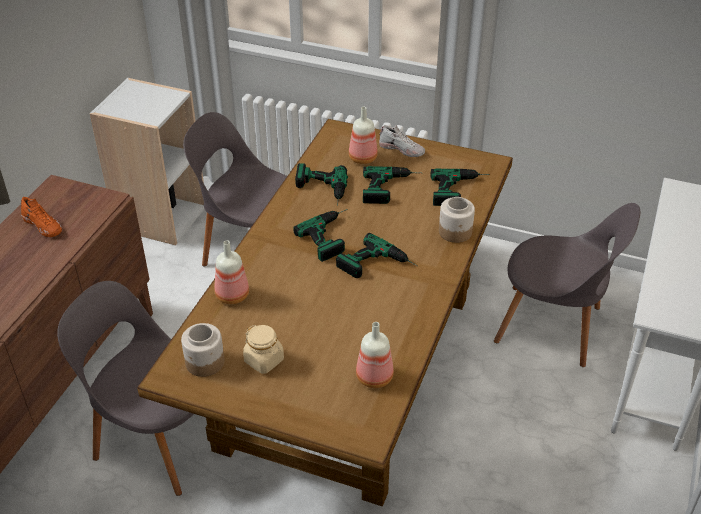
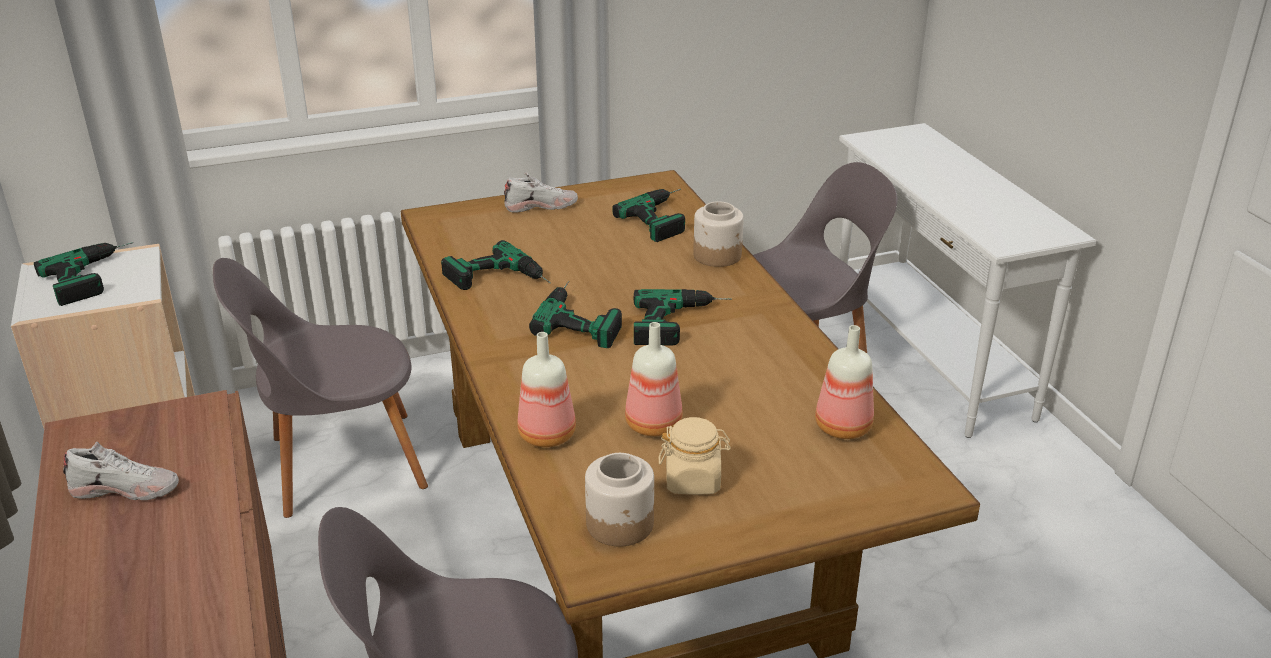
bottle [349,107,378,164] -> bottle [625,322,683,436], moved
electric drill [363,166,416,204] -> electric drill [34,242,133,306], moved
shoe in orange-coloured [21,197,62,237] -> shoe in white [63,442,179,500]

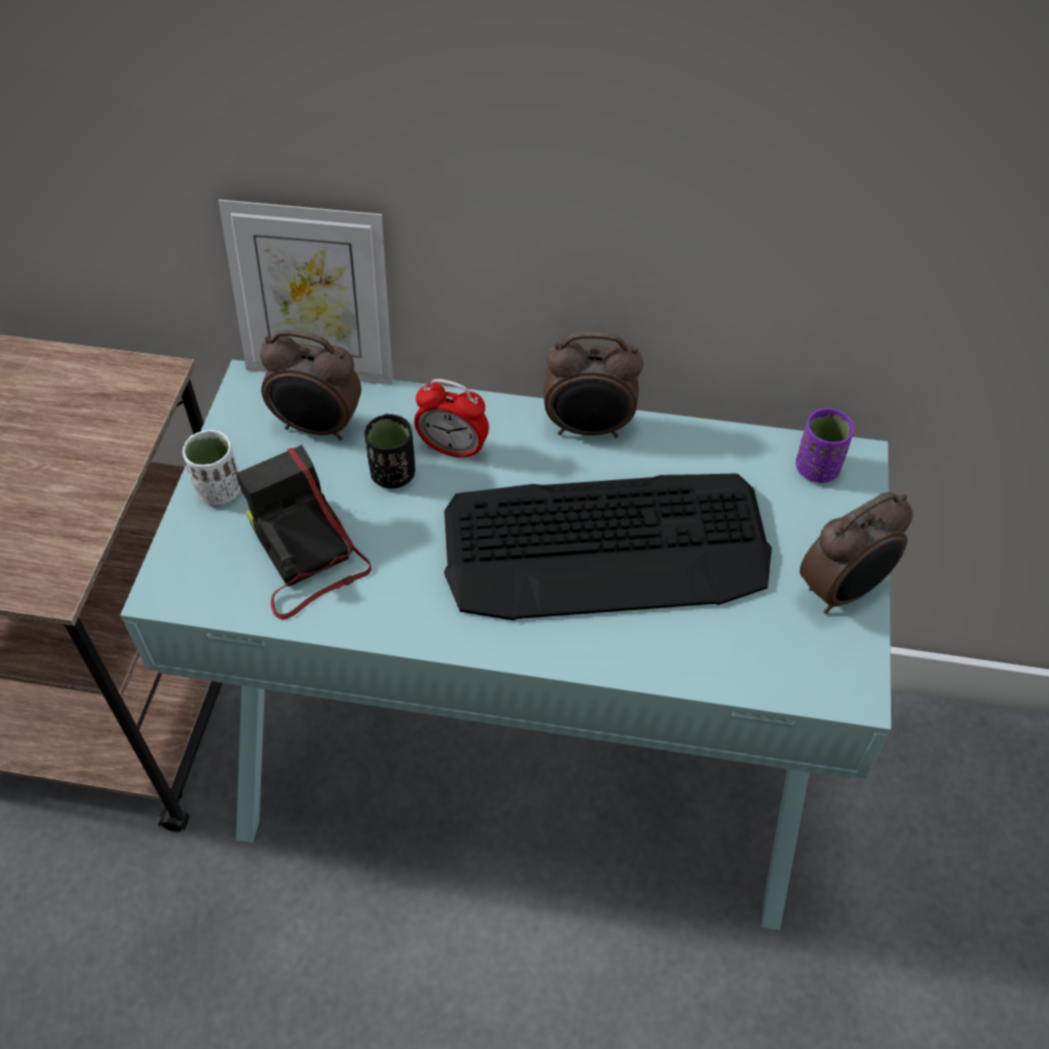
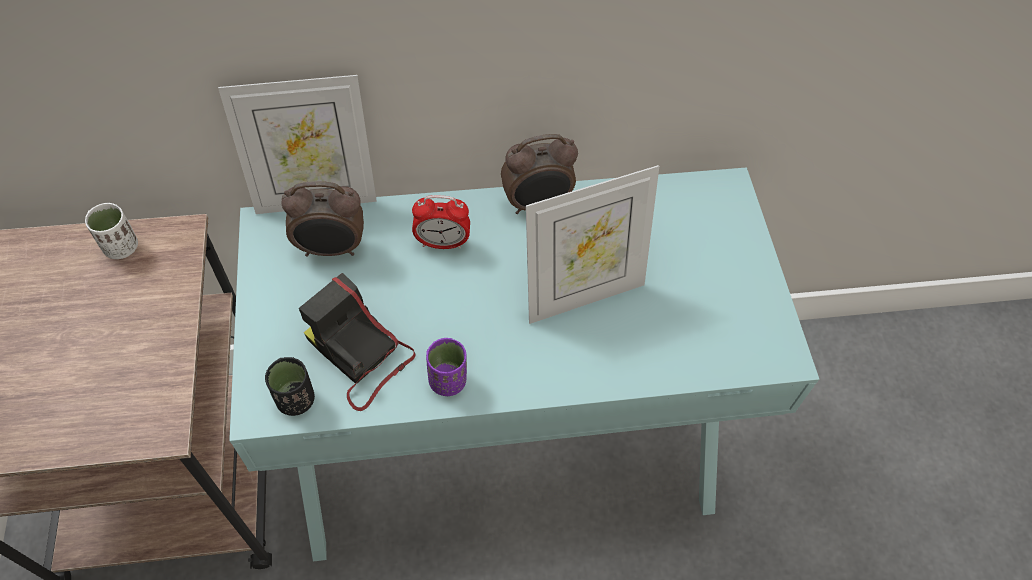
cup in purple-coloured [796,408,854,483] -> cup in purple-coloured [426,338,467,396], moved
cup in black-coloured [364,414,415,489] -> cup in black-coloured [265,357,315,416], moved
cup in white [183,429,241,505] -> cup in white [85,203,138,259], moved
PC keyboard [444,474,772,621] -> photo frame [526,165,659,324]
bedside clock [800,492,913,614] -> none

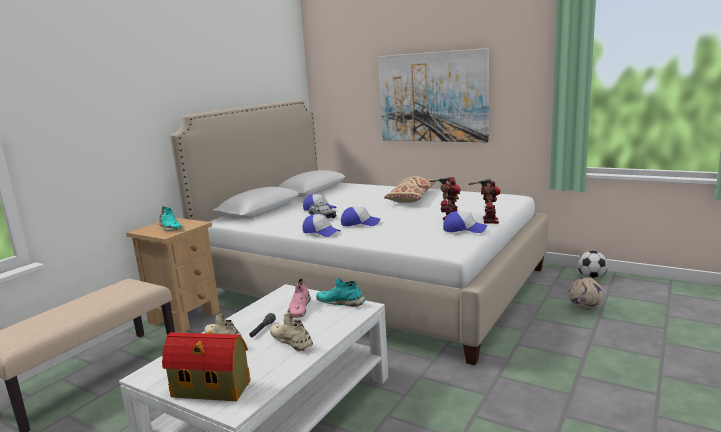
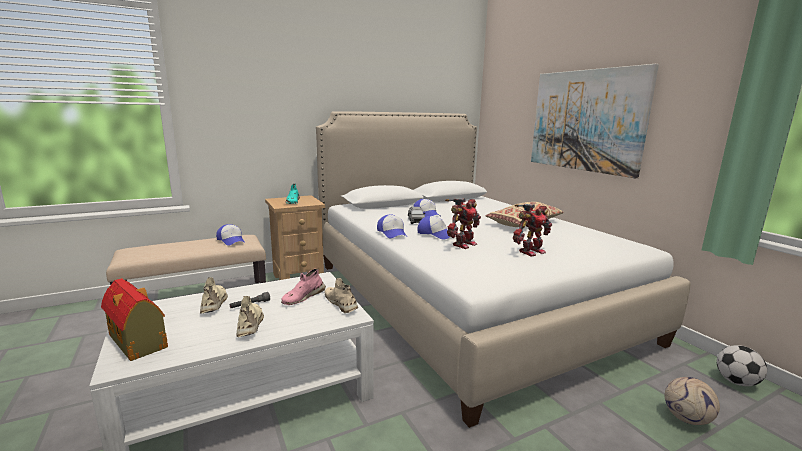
robot figure [469,178,500,224] -> robot figure [445,198,481,249], moved
peaked cap [443,211,487,233] -> peaked cap [216,224,245,246], moved
shoe in turquoise-coloured [316,278,366,307] -> shoe in beige-coloured [325,278,358,313]

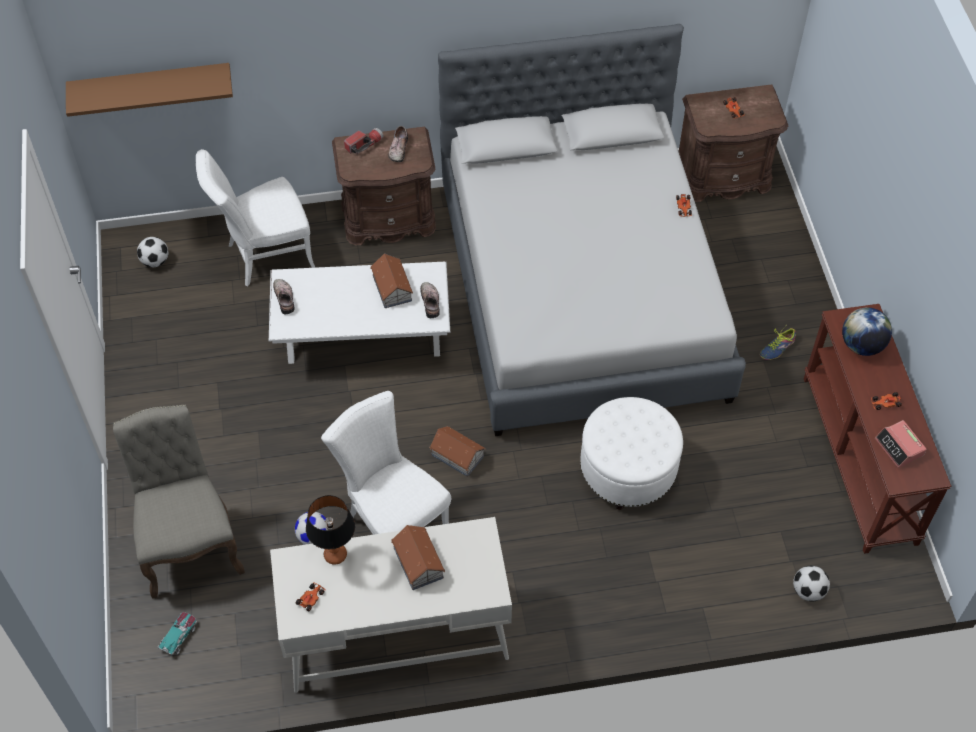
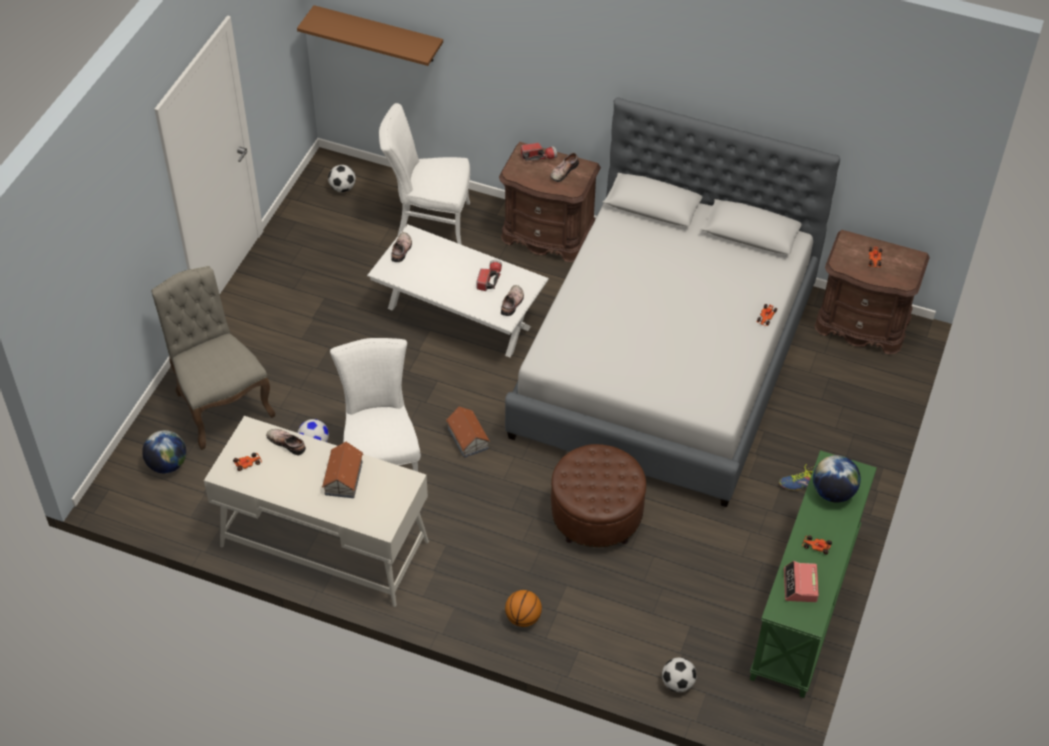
miniature house [370,253,413,308] -> flashlight [476,260,502,291]
narrow table in brown [804,304,951,554] -> narrow table in green [750,450,877,698]
footrest in white [580,397,683,510] -> footrest in brown [551,444,646,547]
upright chair in greyish [113,405,245,599] -> upright chair in greyish [151,266,275,450], 45 degrees counterclockwise
table lamp [306,495,355,565] -> shoe [266,429,306,455]
toy car [157,612,197,655] -> desk globe [142,430,186,473]
none -> basketball ball [505,590,542,627]

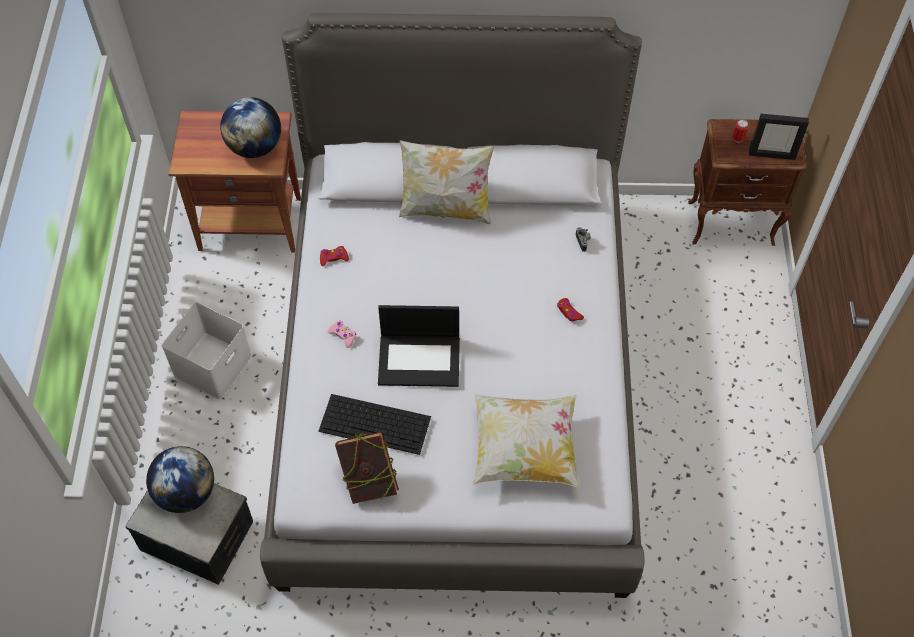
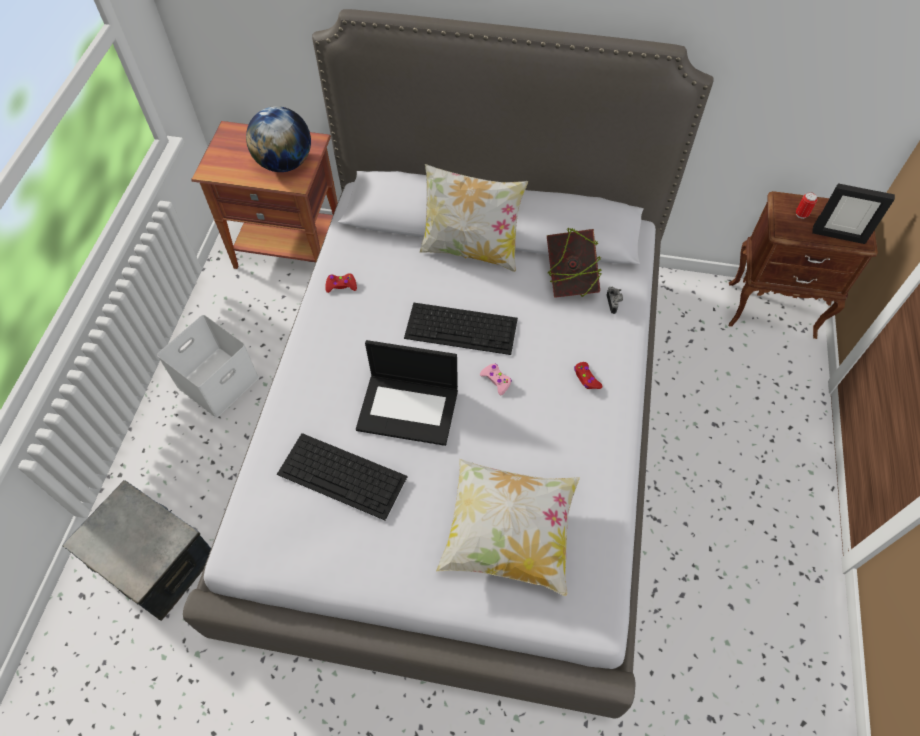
game controller in pinkish [328,321,356,348] -> game controller in pinkish [480,363,512,395], moved
volume [335,431,399,504] -> volume [547,227,602,298], moved
desk globe [146,446,214,513] -> none
none -> PC keyboard [404,303,518,355]

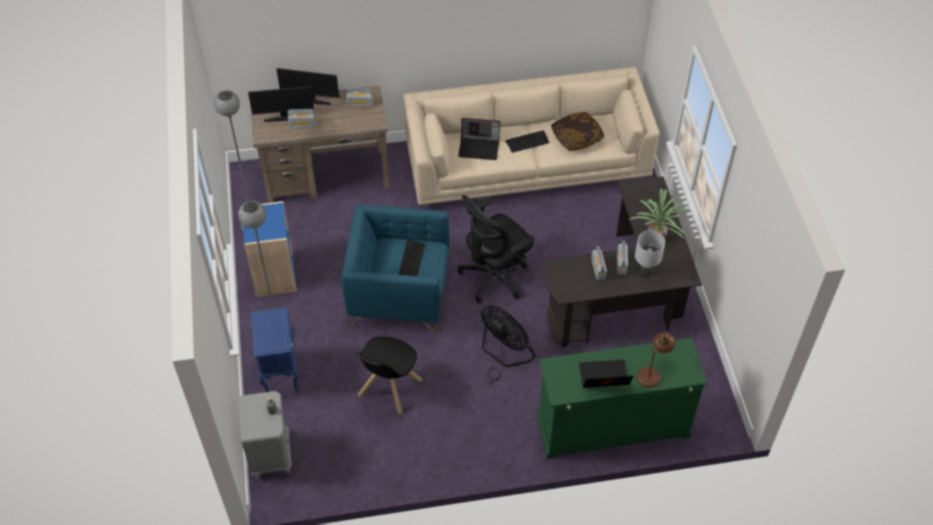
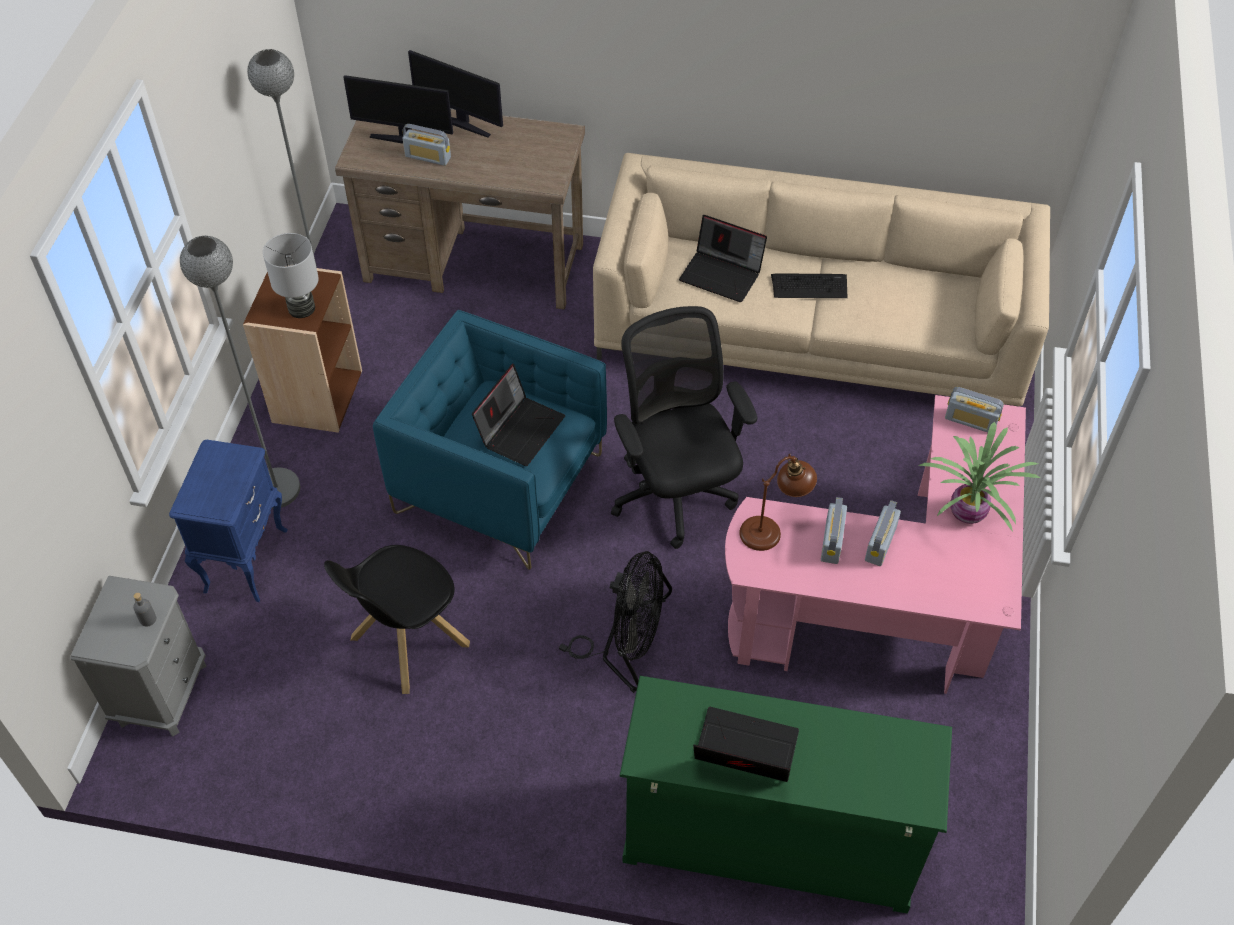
radio set [346,88,373,107] -> radio set [945,387,1004,432], moved
throw pillow [551,112,604,151] -> none
desk table in black-coloured [545,176,702,347] -> desk table in pinkish [725,395,1026,694]
office chair in black-coloured [458,195,535,303] -> office chair in black-coloured [611,306,758,549], 90 degrees clockwise
bookcase in blue [243,201,297,297] -> bookcase in brown [243,265,362,433]
table lamp in greyish [635,230,665,276] -> table lamp in greyish [263,233,319,318], moved
PC keyboard [399,240,425,276] -> portable computer [472,364,565,466]
fan in black-coloured [480,305,535,384] -> fan in black-coloured [558,551,672,693], 45 degrees clockwise
table lamp in brown [637,332,676,388] -> table lamp in brown [739,454,817,551], moved

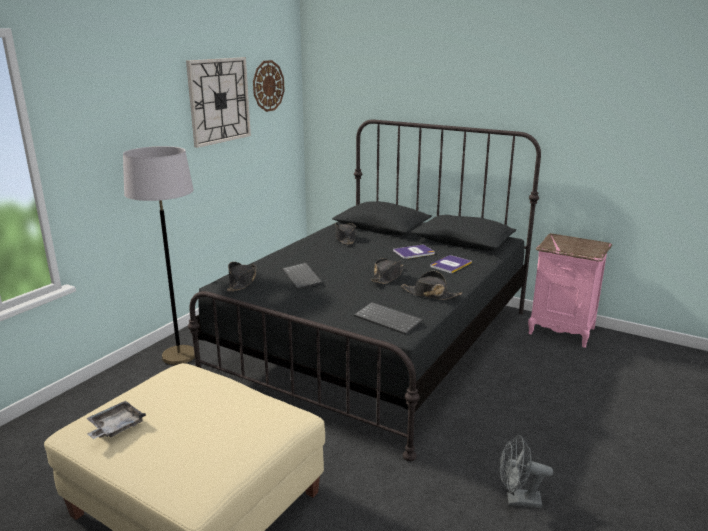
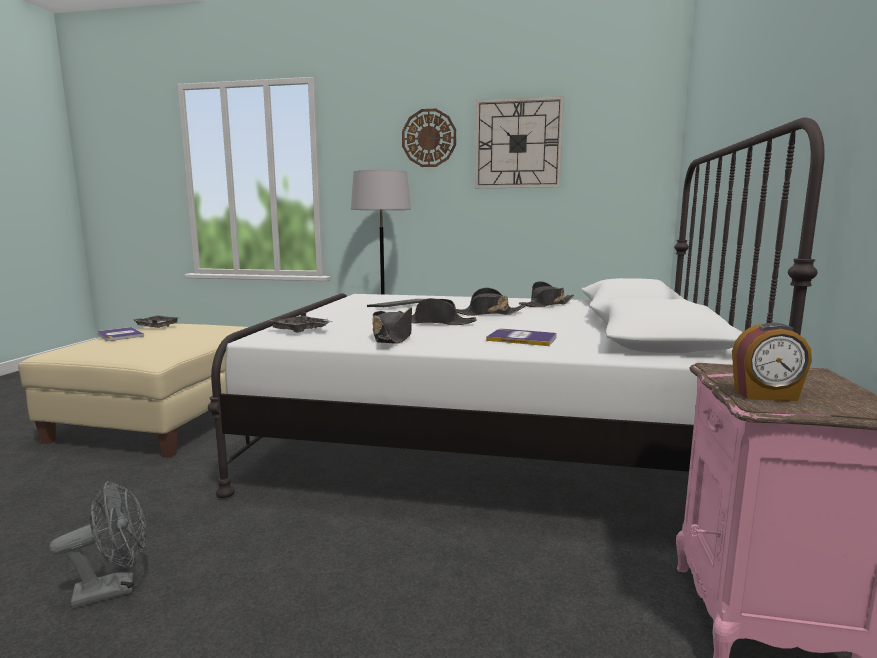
wall clock [253,60,285,112] -> wall clock [402,109,456,167], moved
bedroom bed in black-coloured [188,120,541,461] -> bedroom bed in white [208,117,825,498]
volume [393,244,435,259] -> volume [97,327,144,341], moved
hat in black-coloured [227,262,257,291] -> hat in black-coloured [456,287,526,316], moved
PC keyboard [354,302,423,335] -> tray in greyish [270,312,333,333]
fan in greyish [500,435,553,508] -> fan in greyish [49,481,146,608], 75 degrees clockwise
none -> bedside clock [732,322,812,401]

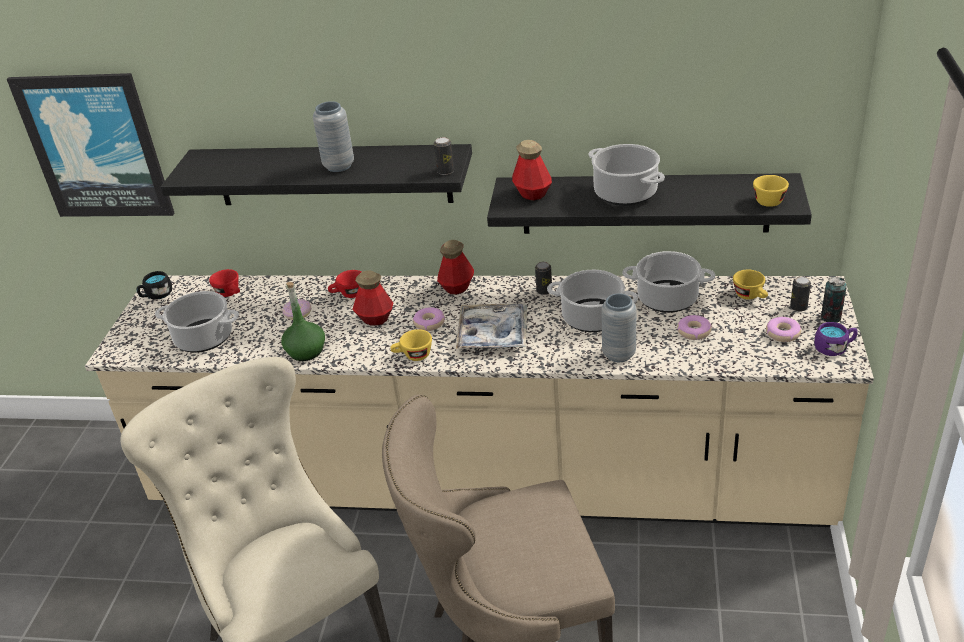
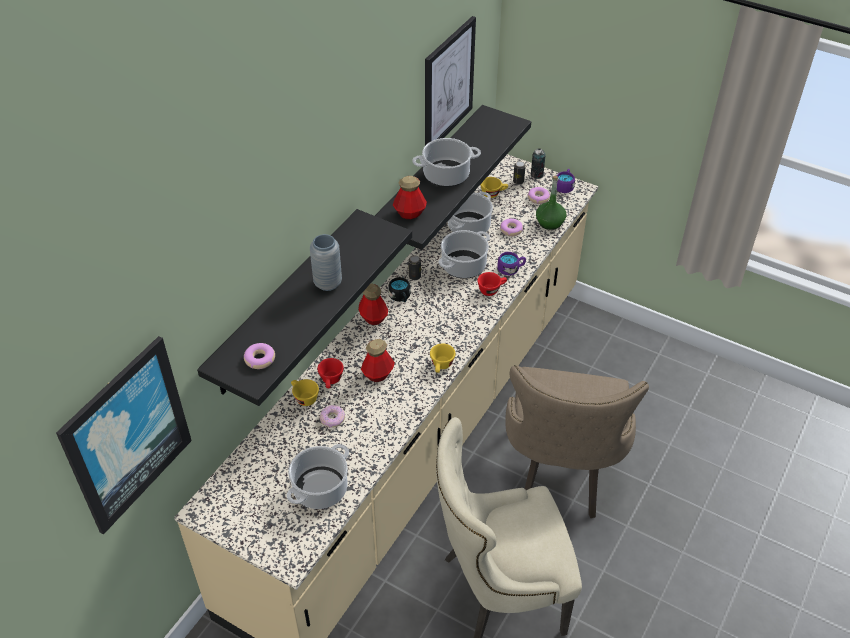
sealed can [434,137,454,175] -> none
cup in yellow-coloured [753,175,789,207] -> cup in yellow-coloured [291,379,319,406], moved
cup in reddish [209,269,240,297] -> cup in reddish [477,272,507,296], moved
mug in black-coloured [136,271,172,300] -> mug in black-coloured [388,277,411,302], moved
bottle in green [281,282,325,361] -> bottle in green [536,176,566,230], moved
flower vase in greyish [601,293,637,362] -> mug in purple-coloured [497,252,526,275]
tray [456,304,527,349] -> none
doughnut [413,307,445,331] -> doughnut [244,343,275,369], moved
none -> wall art [425,16,476,145]

